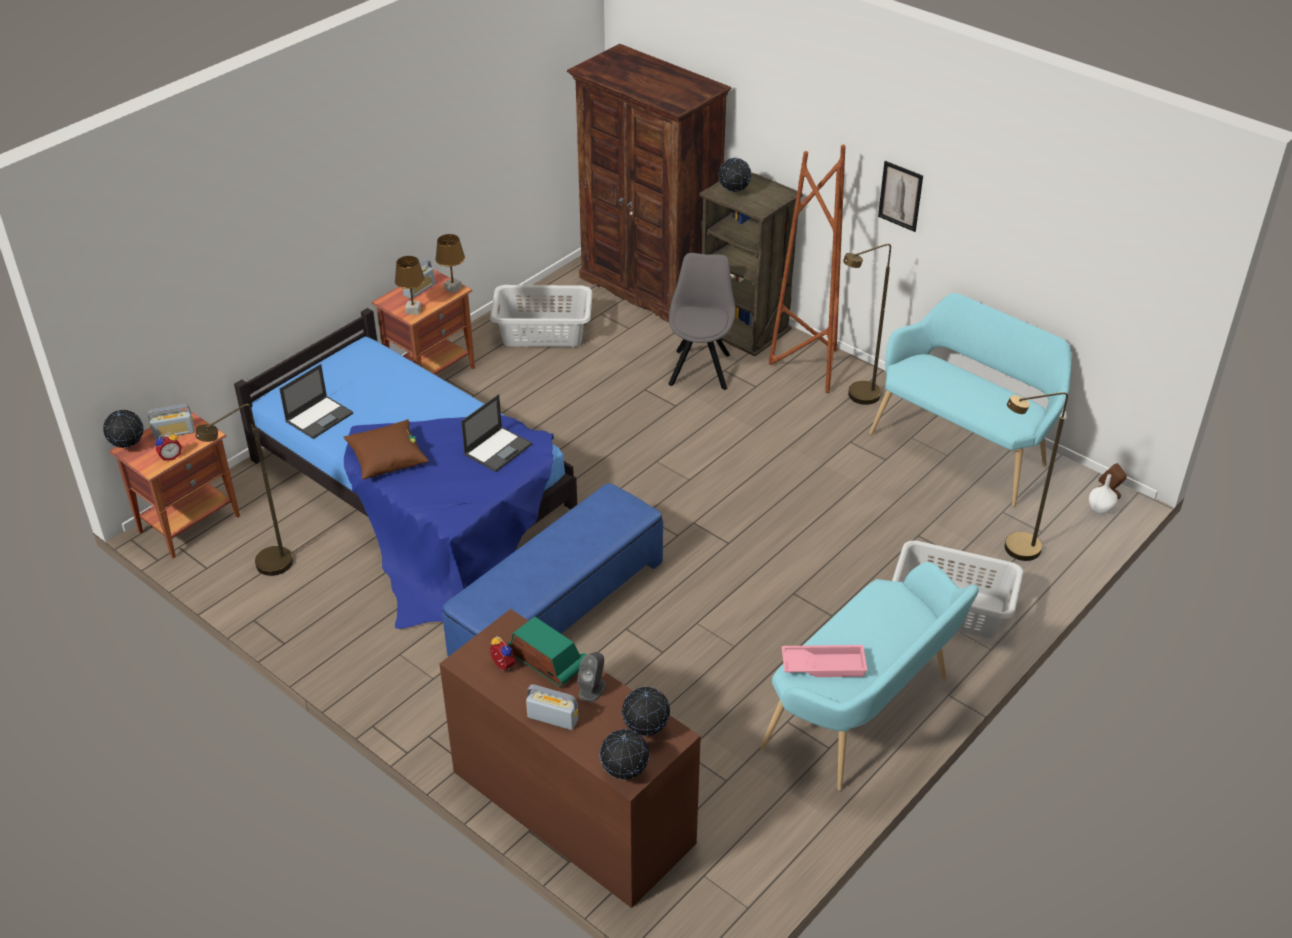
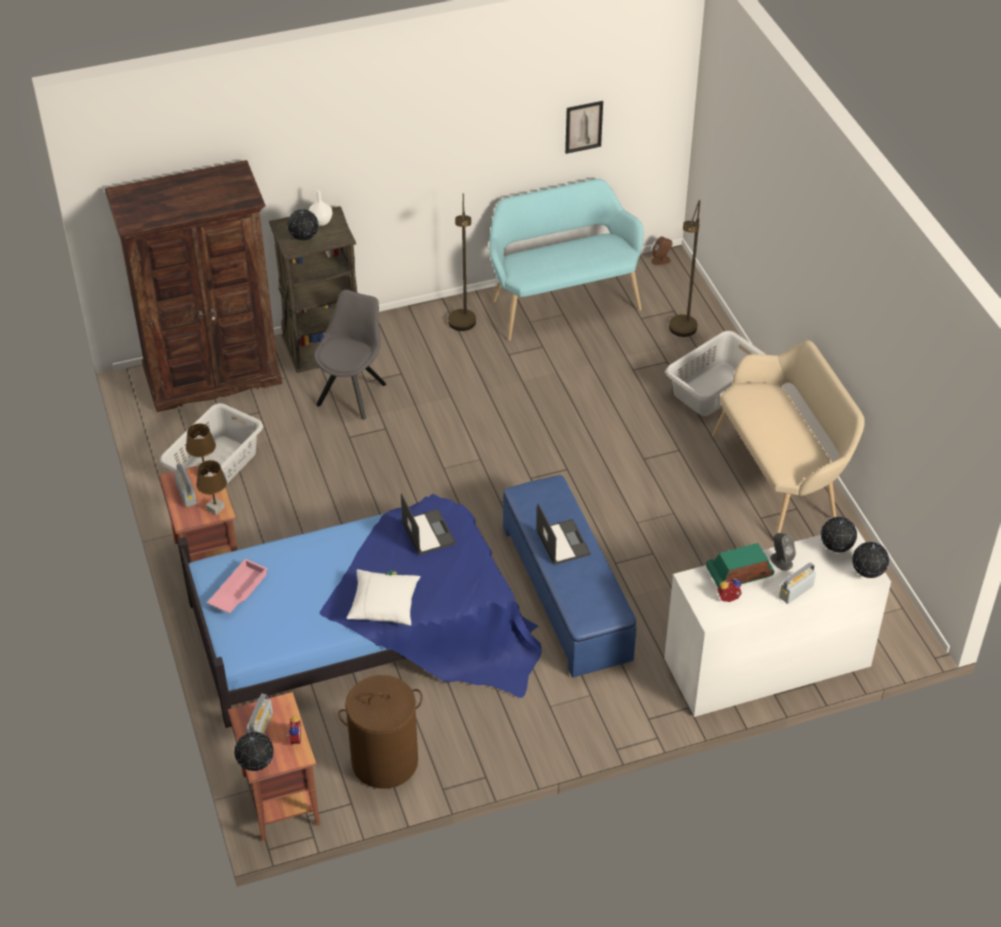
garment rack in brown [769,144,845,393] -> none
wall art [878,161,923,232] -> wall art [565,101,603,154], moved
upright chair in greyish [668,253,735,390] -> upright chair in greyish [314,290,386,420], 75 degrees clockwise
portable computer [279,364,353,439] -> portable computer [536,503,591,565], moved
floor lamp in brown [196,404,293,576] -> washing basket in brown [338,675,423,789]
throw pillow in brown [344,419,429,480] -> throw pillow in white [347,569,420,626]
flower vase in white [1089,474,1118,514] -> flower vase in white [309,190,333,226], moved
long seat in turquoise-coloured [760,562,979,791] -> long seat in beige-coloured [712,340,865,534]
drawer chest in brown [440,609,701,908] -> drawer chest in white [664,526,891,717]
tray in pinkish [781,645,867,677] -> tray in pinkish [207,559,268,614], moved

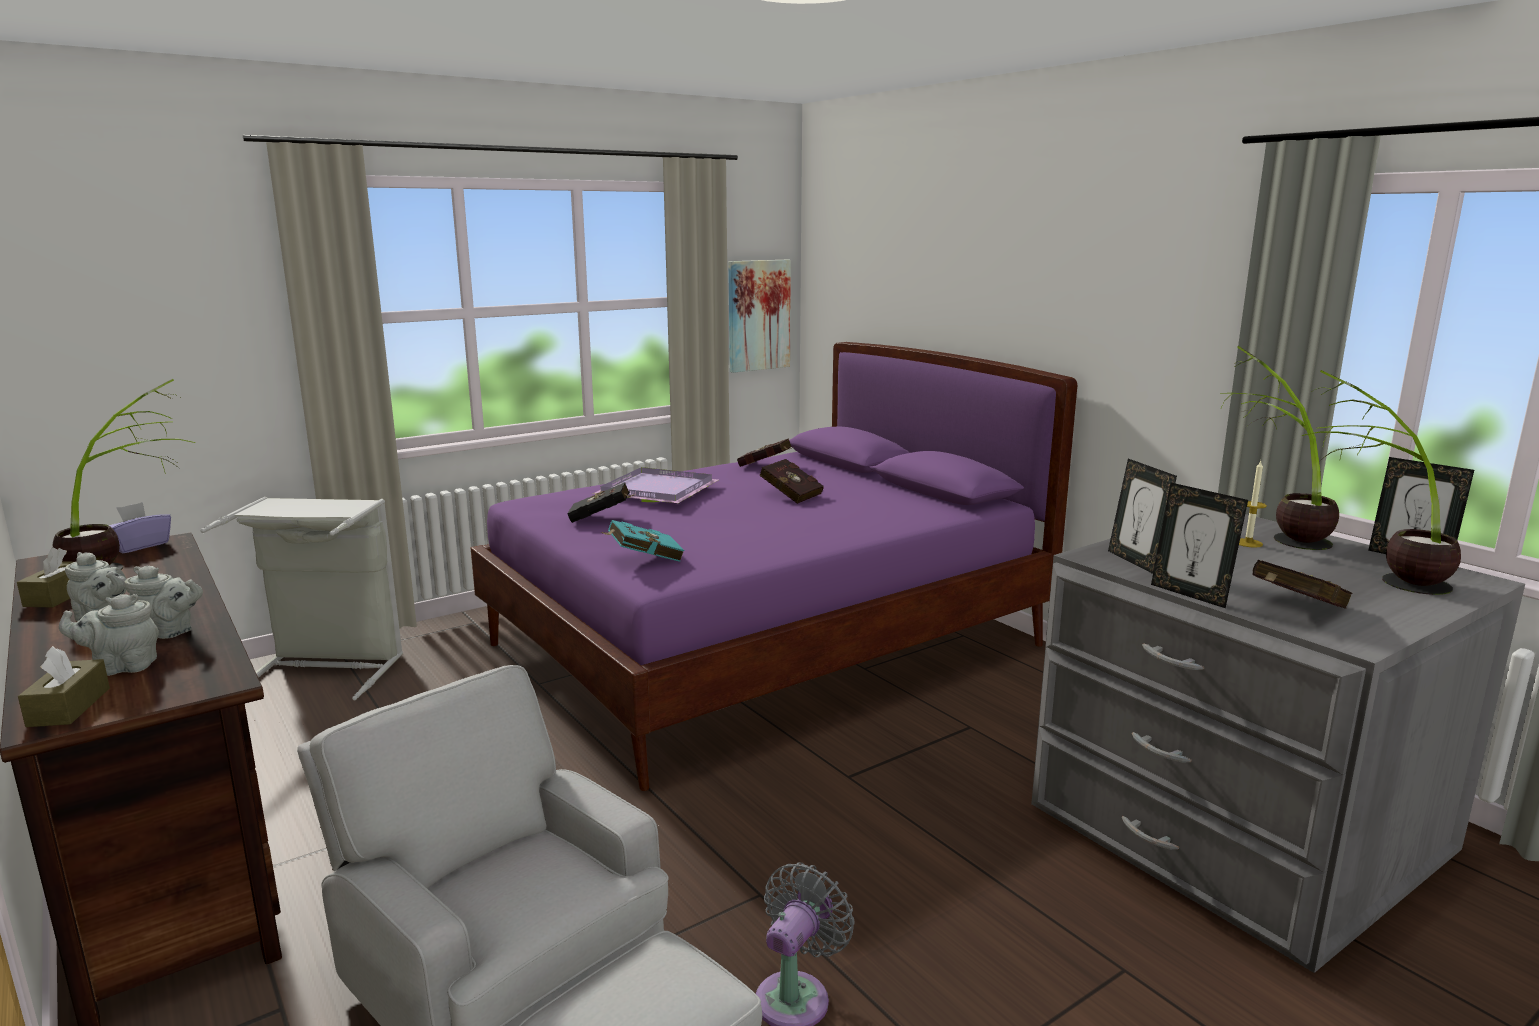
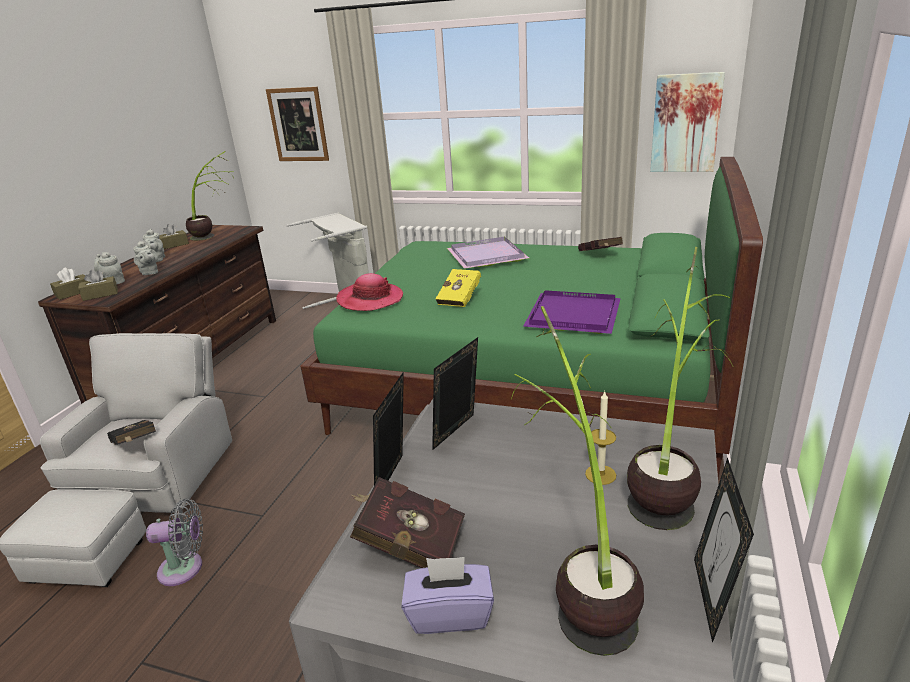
bedroom bed in purple-coloured [470,342,1077,791] -> bedroom bed in green [300,157,763,478]
volume in reddish [759,459,824,504] -> none
volume in black-coloured [567,482,635,523] -> volume in black-coloured [107,420,156,445], moved
tissue holder in purple-coloured [109,502,171,553] -> tissue holder in purple-coloured [402,557,494,634], moved
volume in turquoise-coloured [600,520,685,562] -> hat [336,273,403,311]
none -> wall art [266,87,329,161]
none -> volume in yellow-coloured [436,269,481,307]
none -> tissue holder in brown [78,270,118,301]
none -> tray in purple-coloured [523,290,621,334]

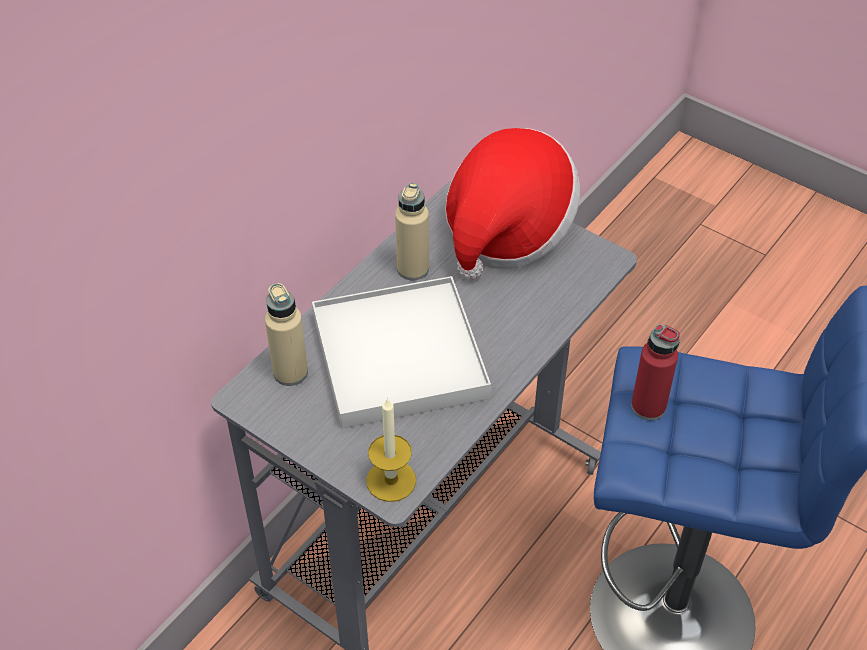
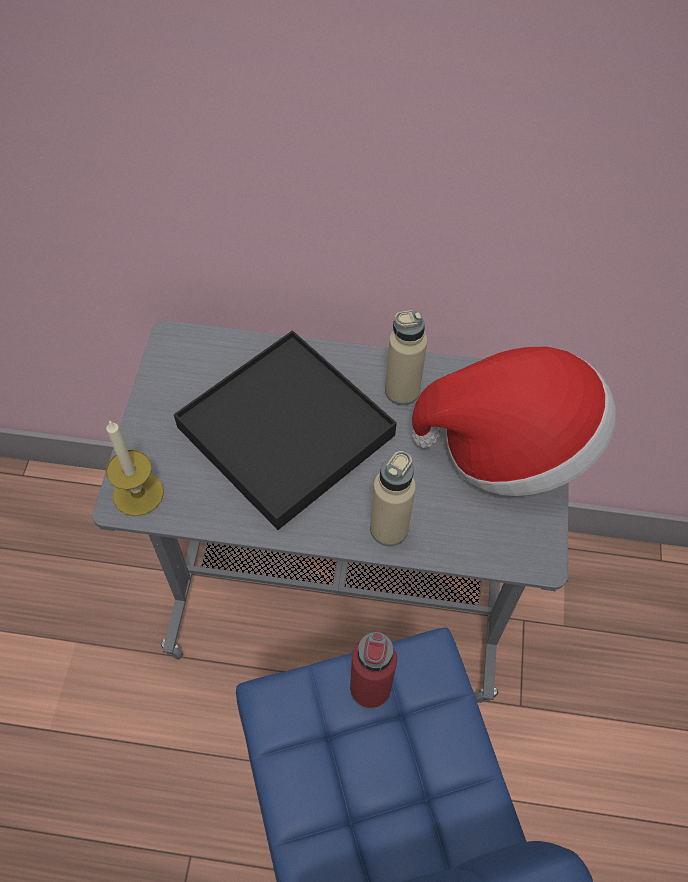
tray in white [312,276,491,428] -> tray in black-coloured [174,330,397,530]
bottle in beige-coloured [265,283,308,386] -> bottle in beige-coloured [370,451,416,546], moved

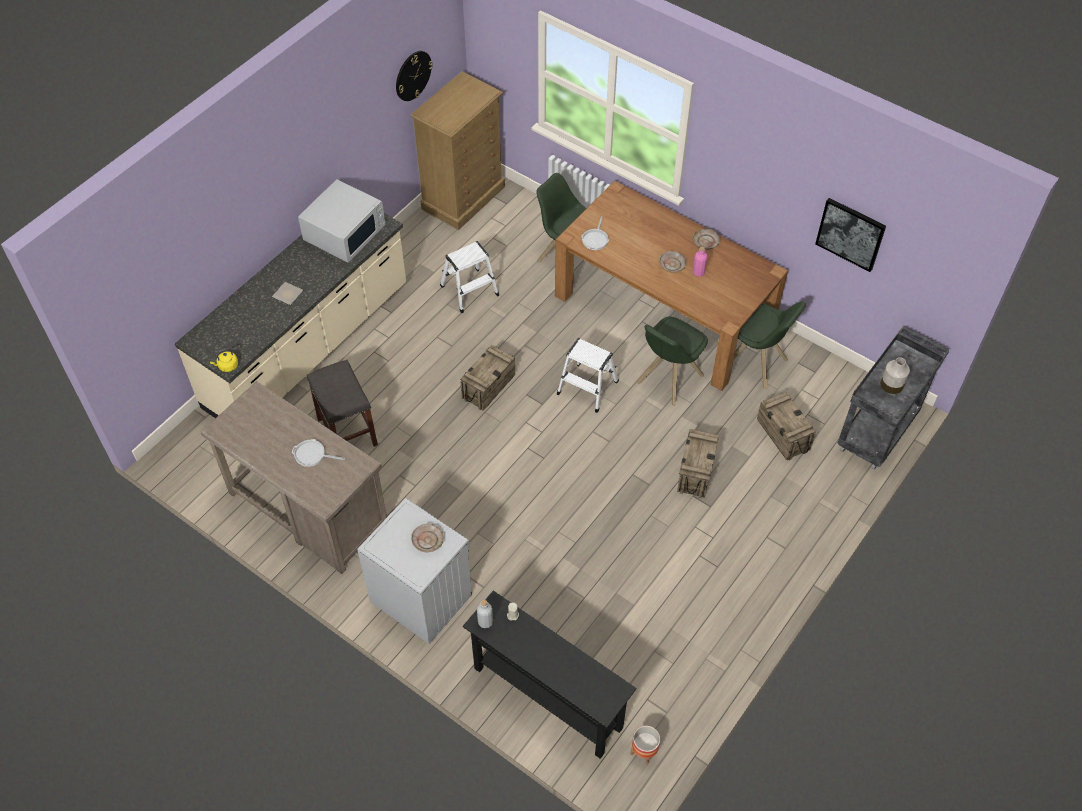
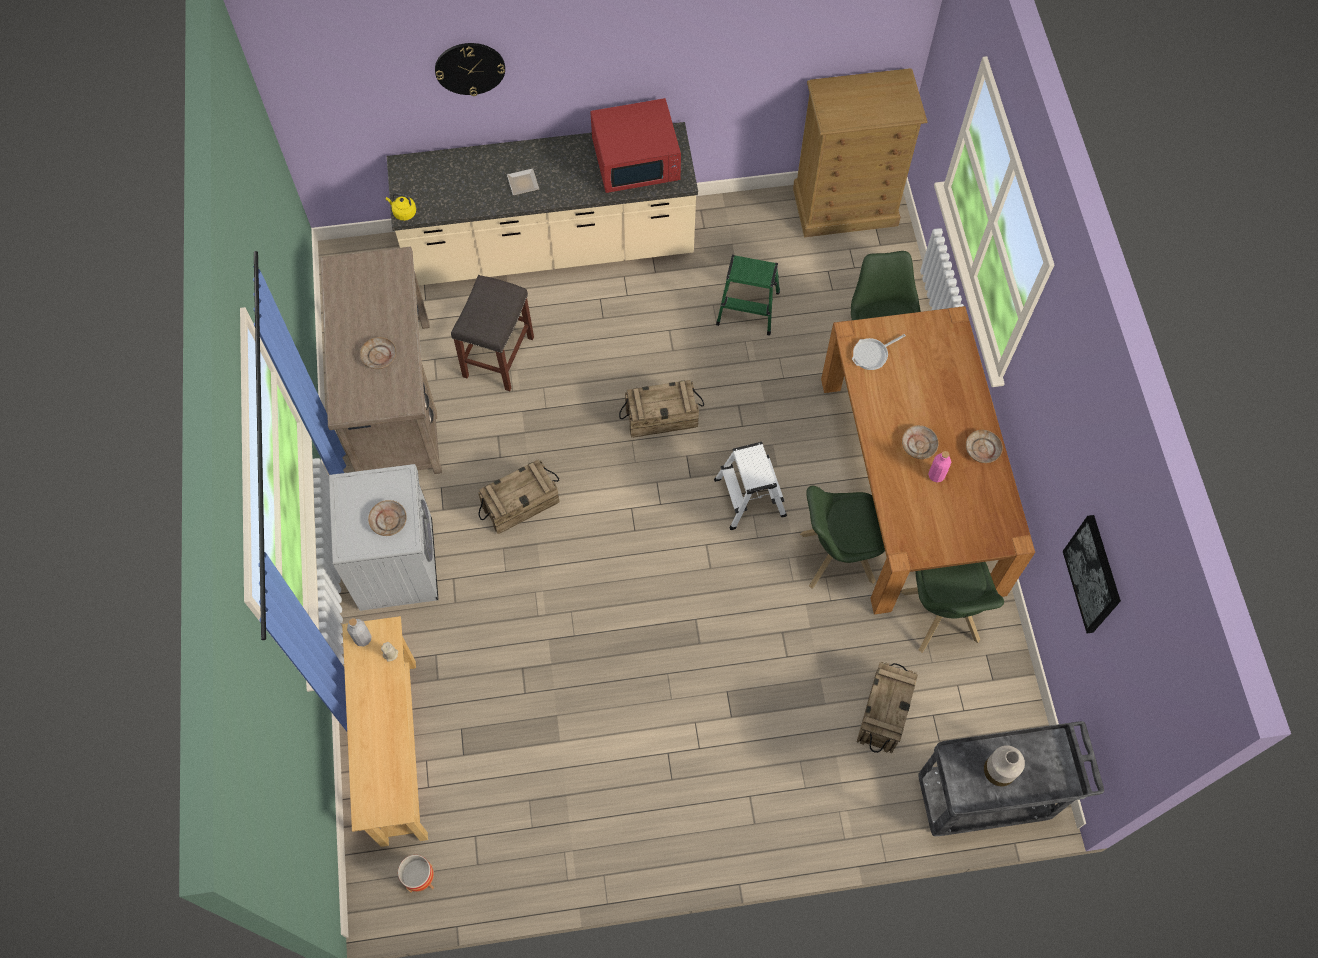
wall clock [396,51,433,101] -> wall clock [435,43,505,96], moved
microwave in white [298,179,385,263] -> microwave in reddish [590,98,681,193]
step stool in white [440,241,499,313] -> step stool in green [716,255,780,335]
packing crate [677,429,719,498] -> packing crate [478,459,559,534], moved
skillet [292,439,345,467] -> dinner plate in beige-coloured [360,337,396,369]
narrow table in black-coloured [463,591,637,759] -> narrow table in beige-coloured [342,616,428,847]

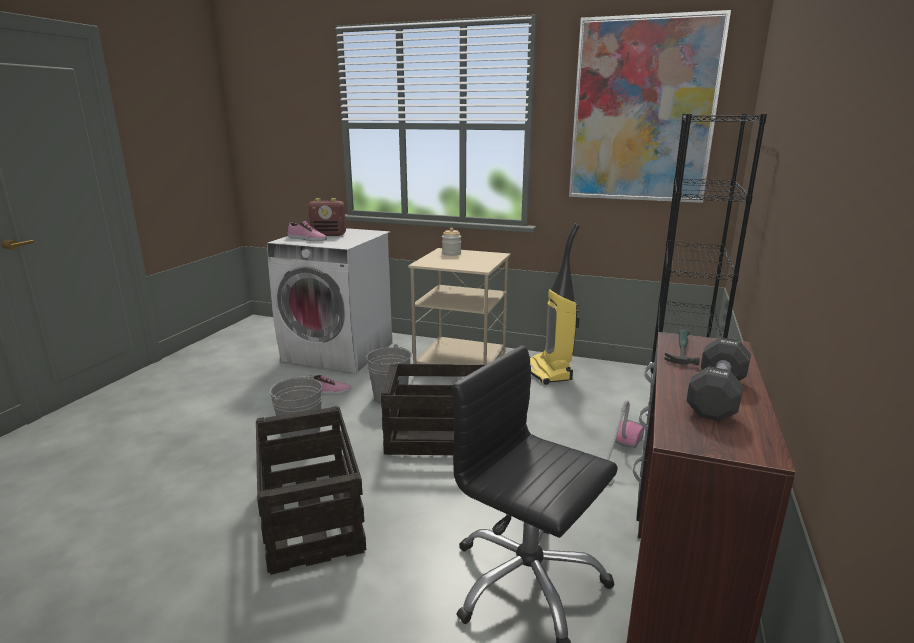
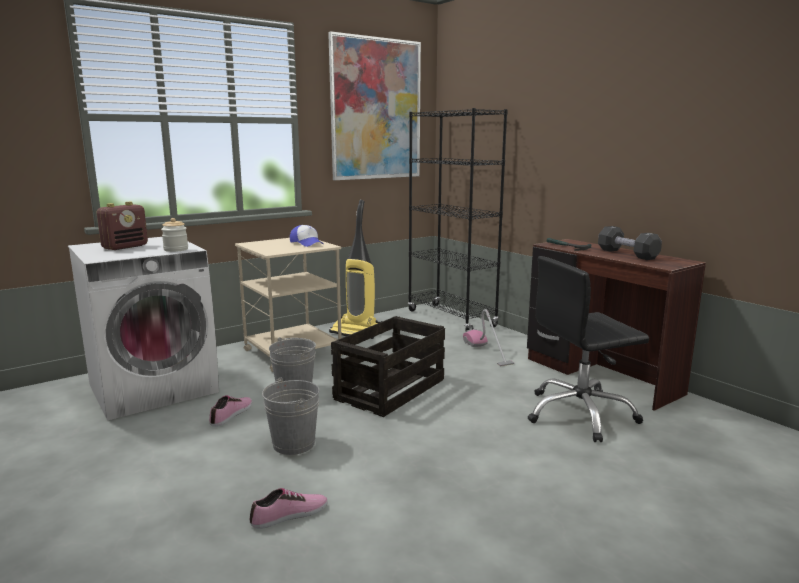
shoe [288,221,327,241] -> shoe [250,488,327,529], moved
preserve jar [442,228,461,256] -> preserve jar [161,218,188,252], moved
packing crate [256,406,366,575] -> none
none -> peaked cap [290,225,323,247]

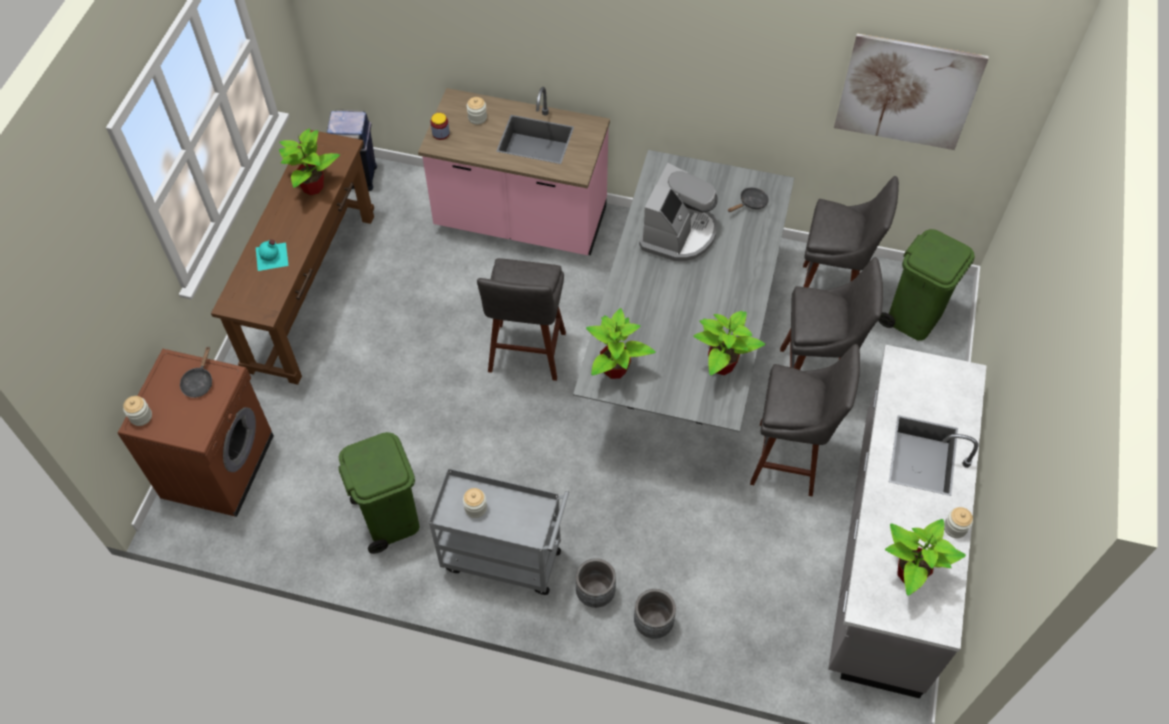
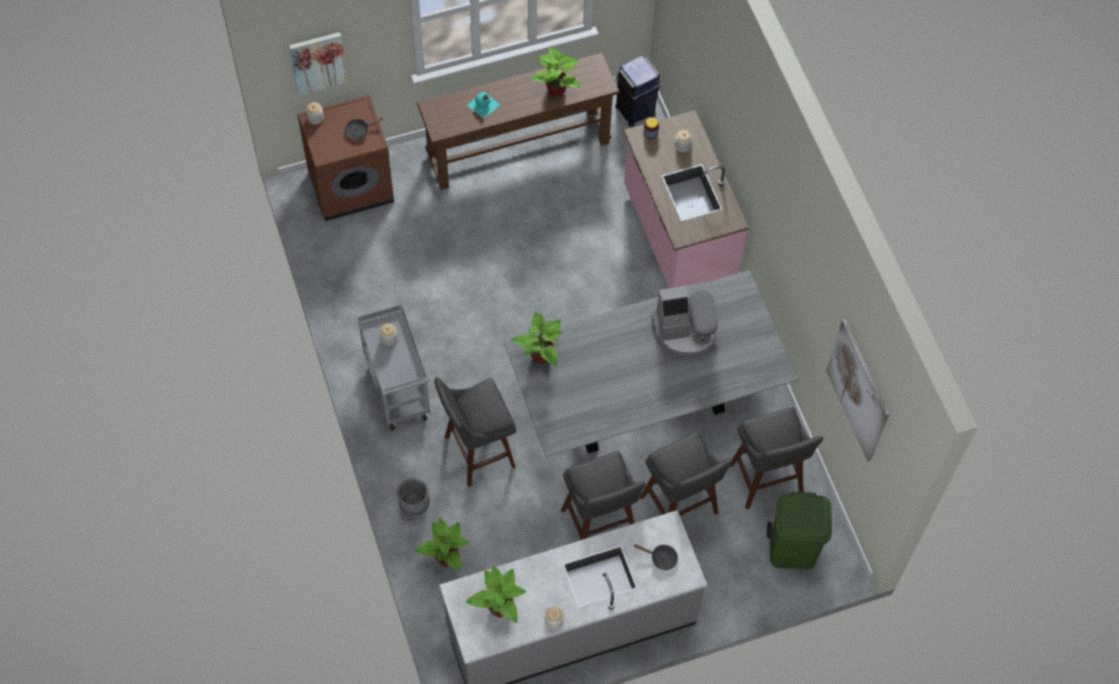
skillet in black-coloured [728,188,769,212] -> skillet in black-coloured [633,544,678,570], moved
stool in greyish [477,258,566,381] -> stool in greyish [435,377,516,487], moved
houseplant [693,311,765,375] -> houseplant [414,518,469,571], moved
waste bin in green [338,432,420,554] -> none
planter in greyish [576,558,616,608] -> none
none -> wall art [289,32,348,96]

